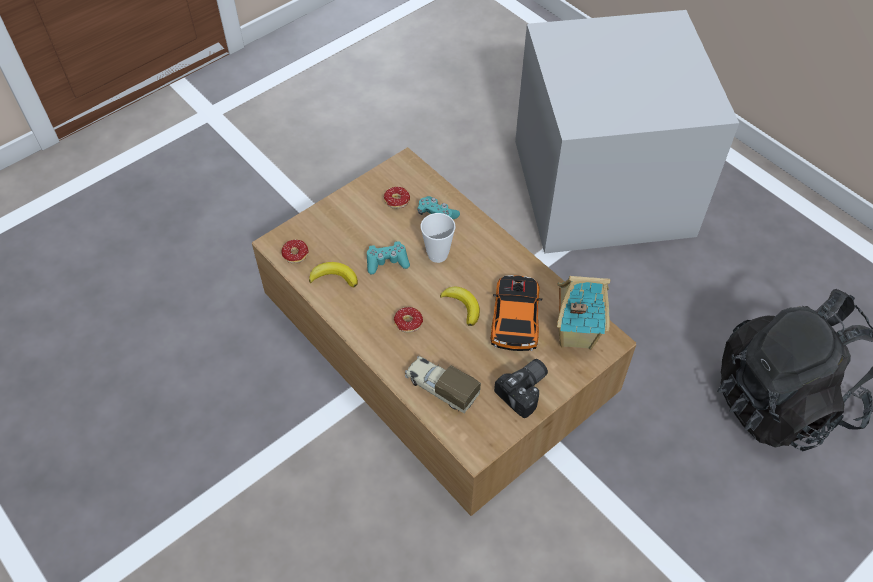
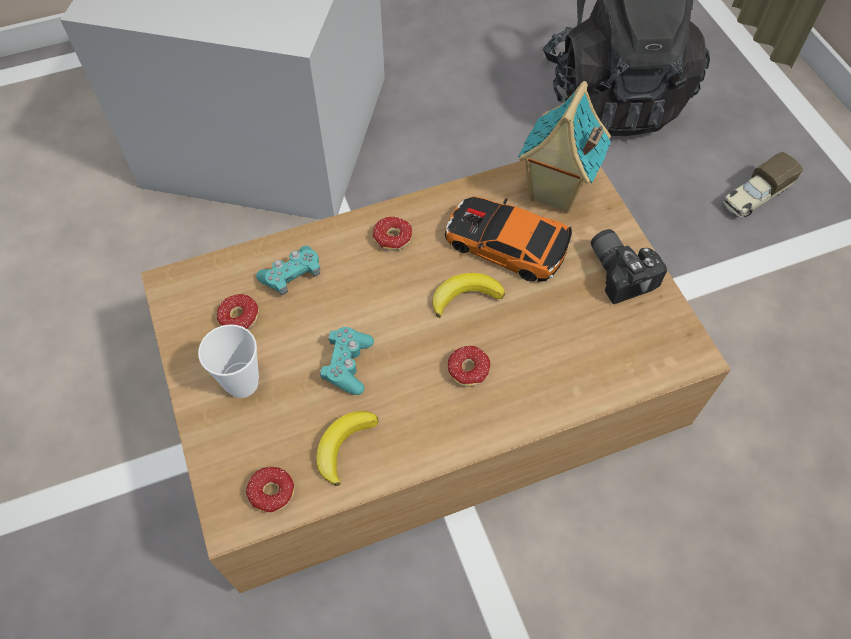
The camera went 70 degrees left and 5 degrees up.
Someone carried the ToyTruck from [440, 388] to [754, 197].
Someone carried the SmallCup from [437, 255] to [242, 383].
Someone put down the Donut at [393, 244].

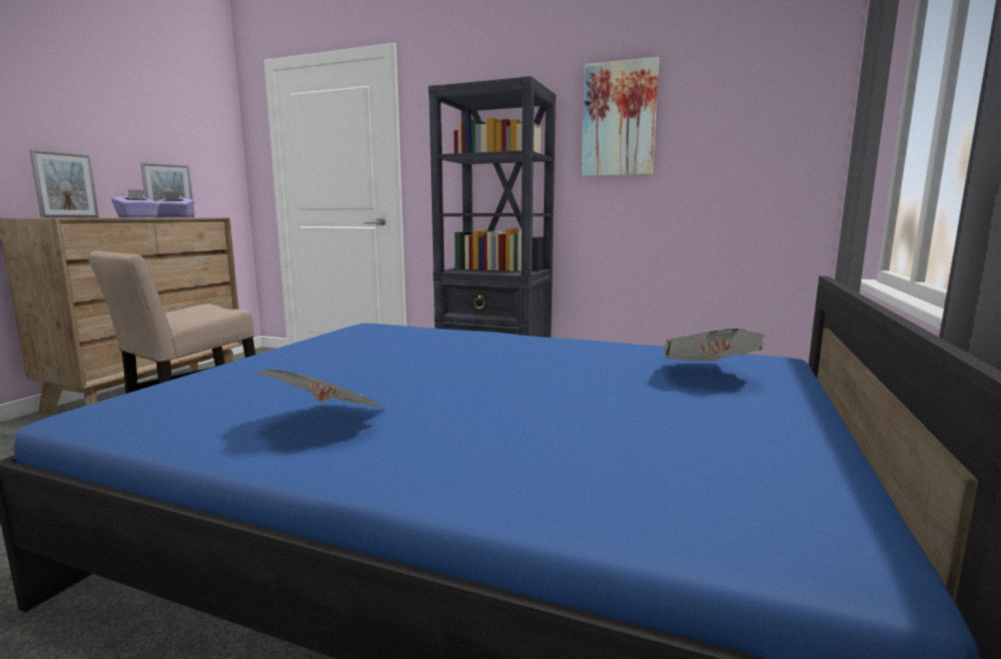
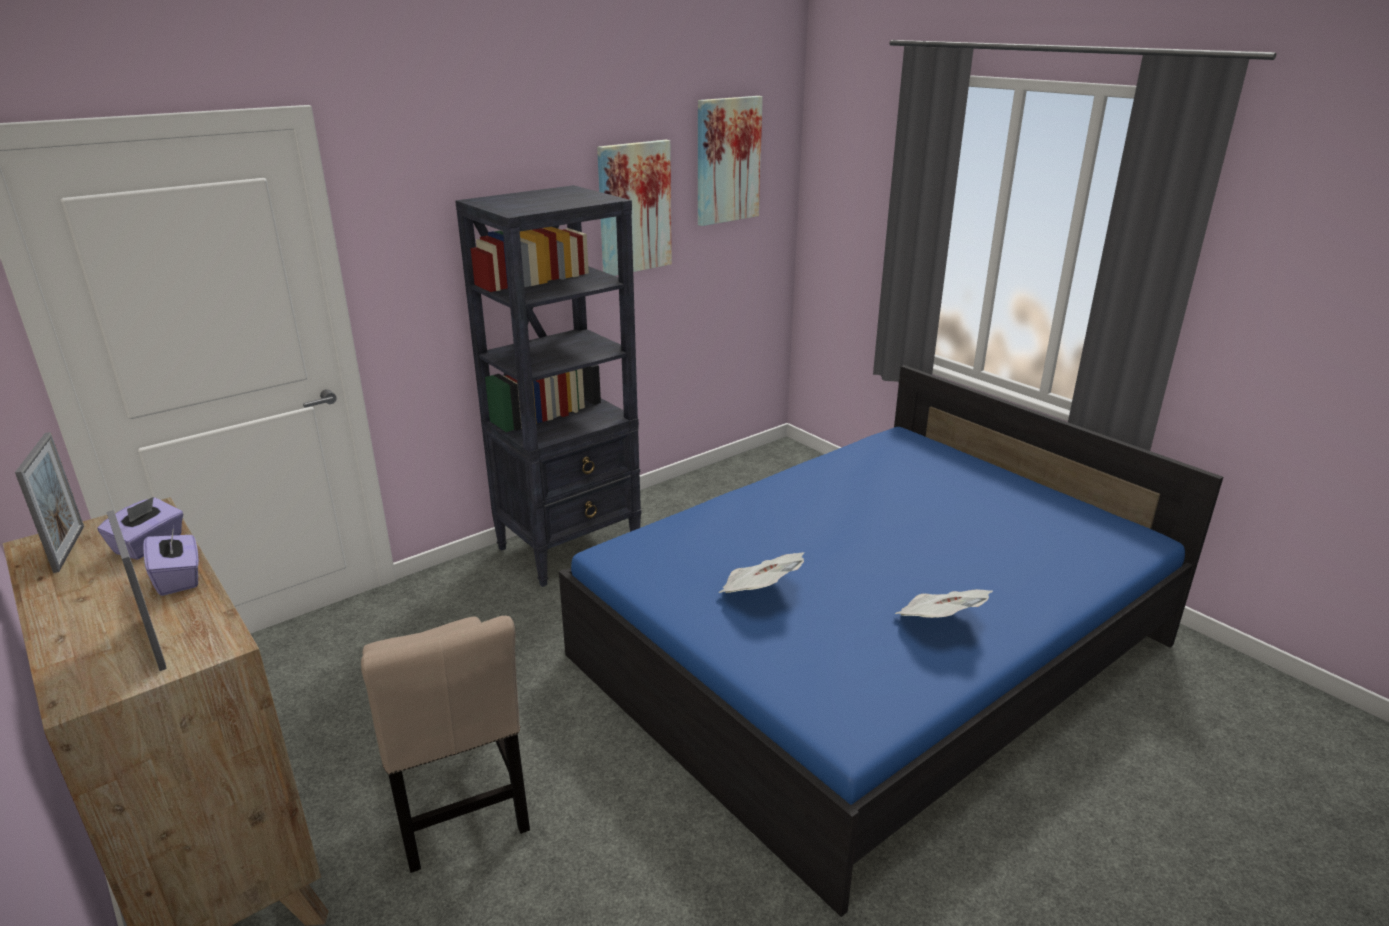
The camera went 60 degrees left and 15 degrees up.
Someone carried the DailyPaper from [709, 373] to [760, 591].
Someone put up the WallPicture at [727, 160].

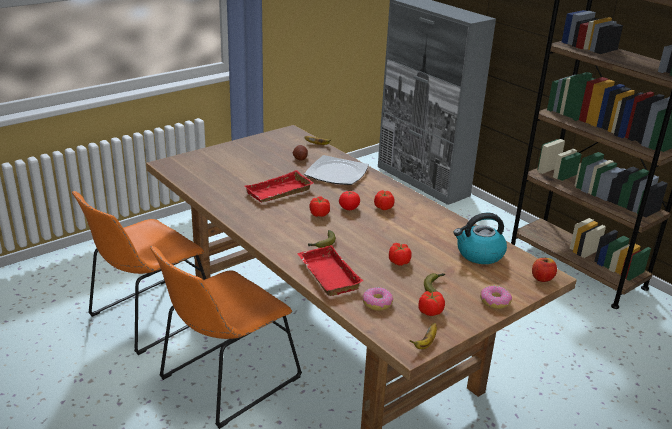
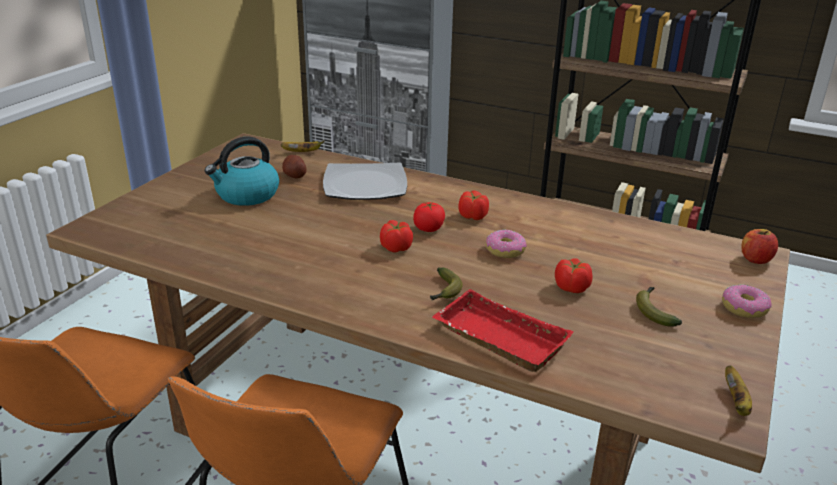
The camera went 25 degrees left and 0 degrees up.
Someone took away the ReddishServingTray at [279, 193].
Someone carried the Donut from [377, 303] to [505, 250].
Someone took away the WholeTomato at [430, 311].
Someone carried the TeaKettle from [479, 254] to [246, 195].

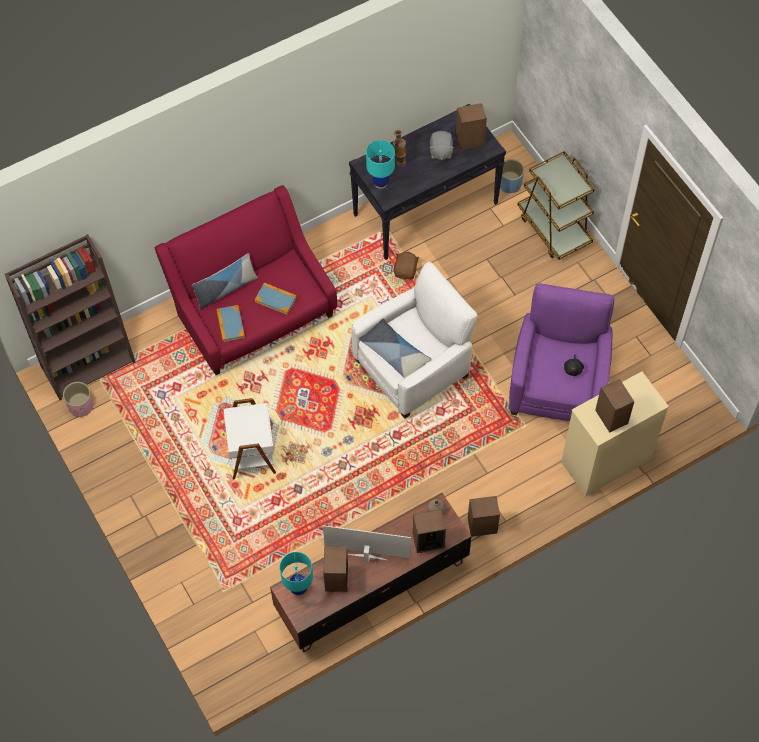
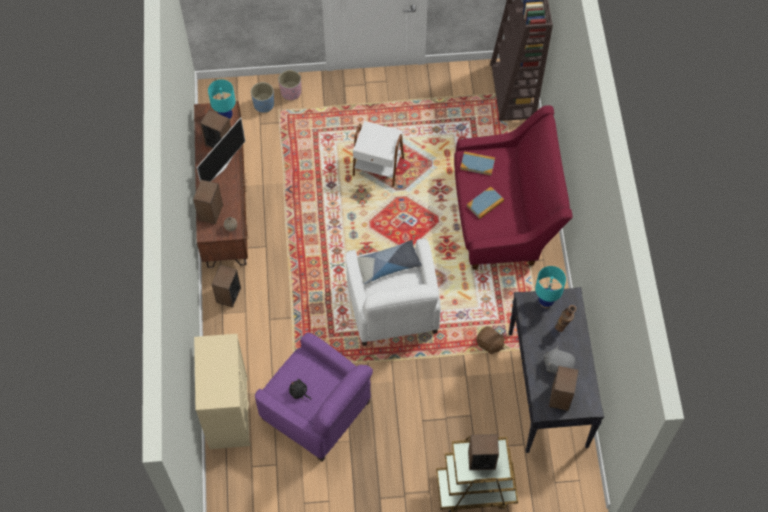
The camera went 115 degrees right and 0 degrees up.
Someone carried the PinkColouredPlantPot from [81, 406] to [290, 92].
Someone took away the Pillow at [225, 290].
Someone carried the BluishPlantPot from [509, 184] to [264, 104].
Someone carried the AudioSpeaker from [611, 417] to [481, 460].

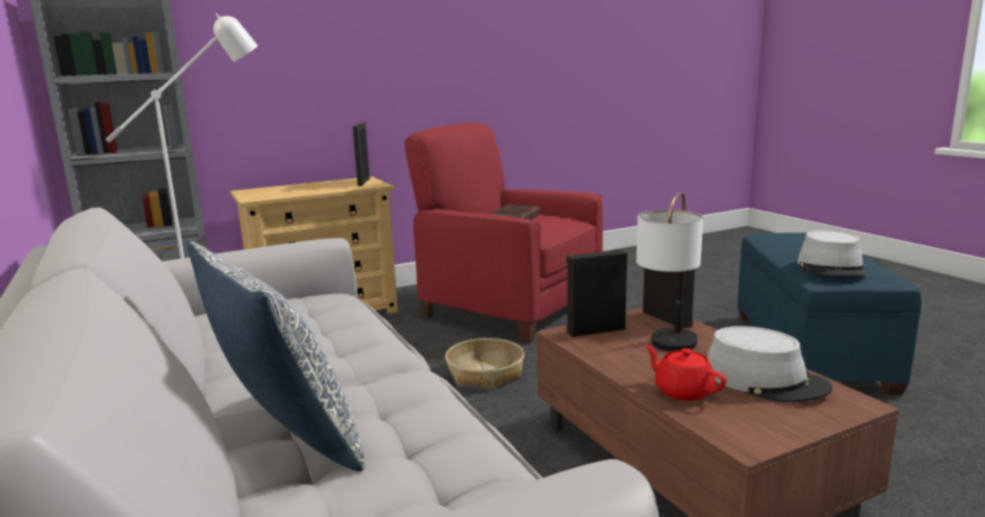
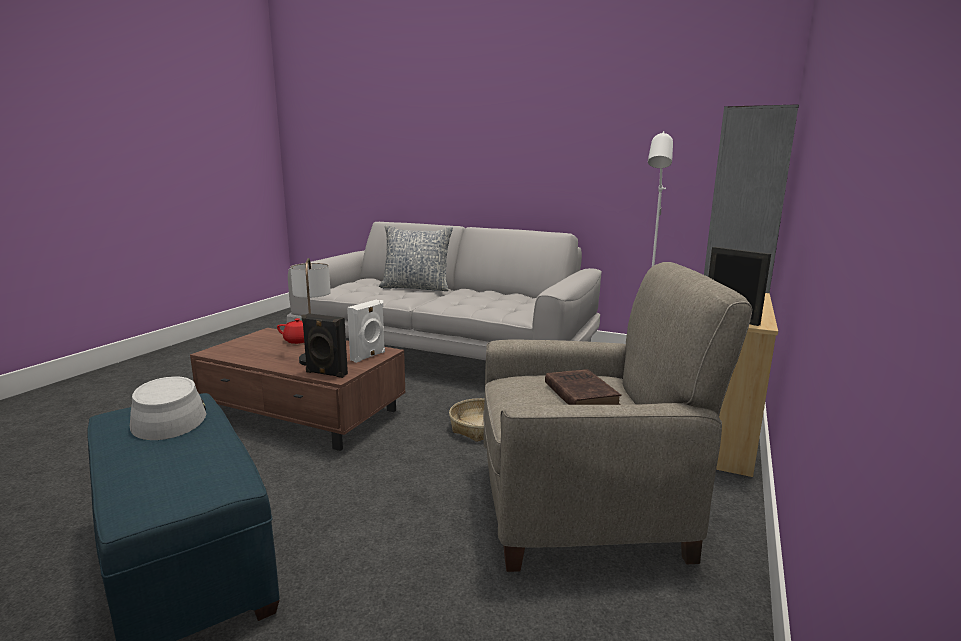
The camera went 140 degrees right and 0 degrees up.
Someone repainted the ReddishLoungeChair at [509, 308], which became the BeigeColouredLoungeChair at [583, 507].
Someone repainted the BlackColouredAudioSpeaker at [595, 330], which became the WhiteColouredAudioSpeaker at [369, 356].
Someone took away the GreyishClothingHat at [765, 380].

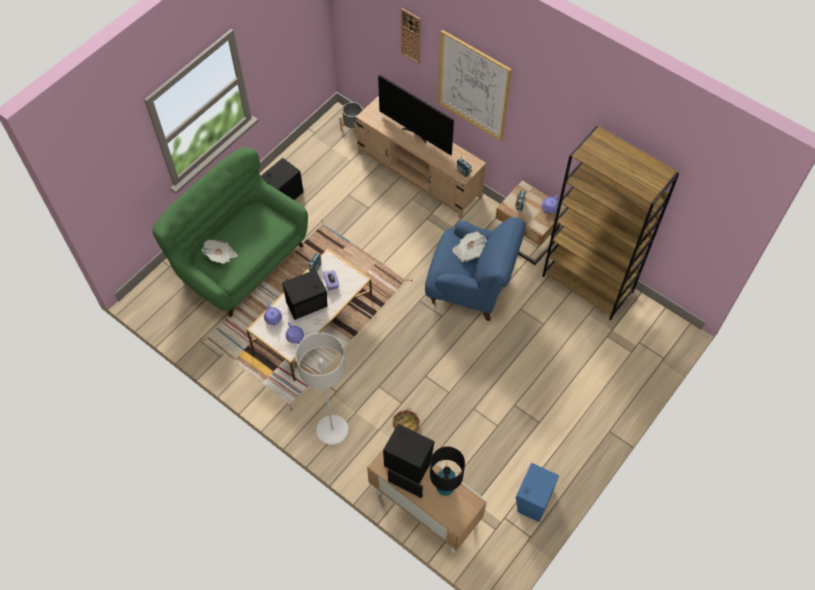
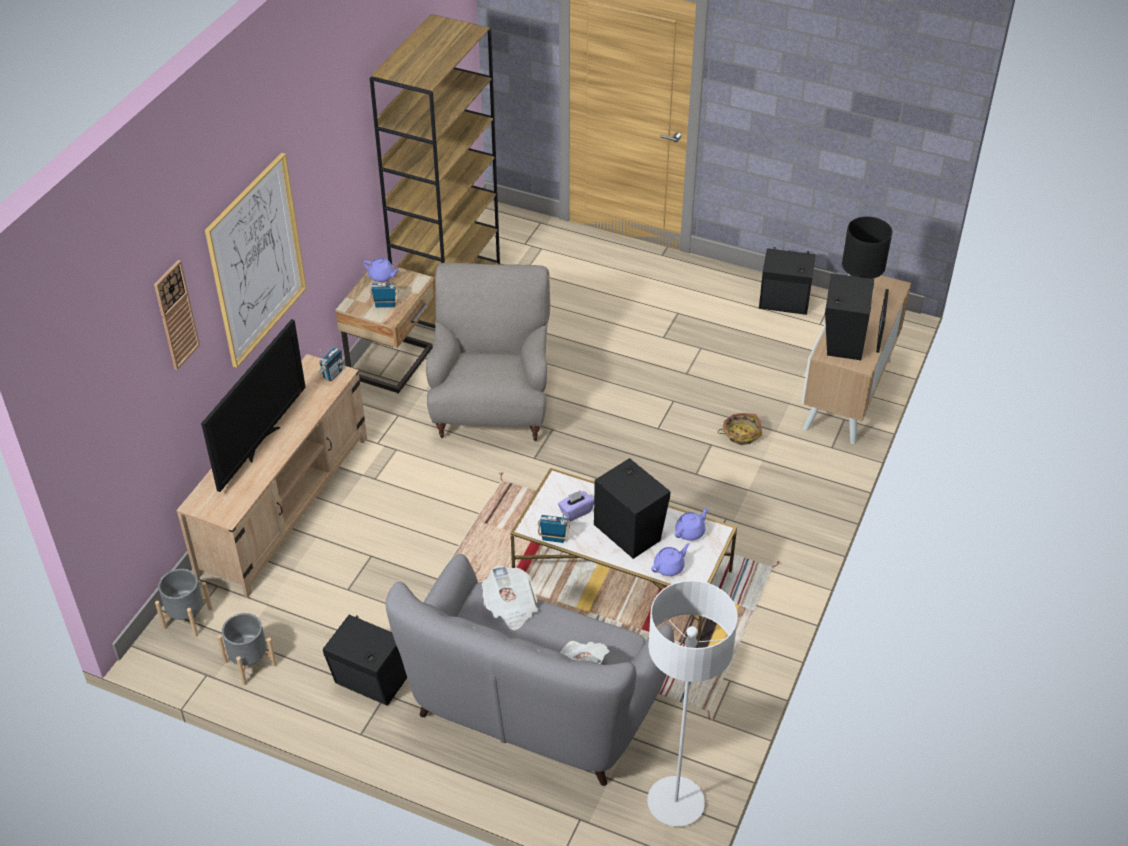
The camera went 105 degrees left and 15 degrees down.
Someone repainted the GreenSettee at [241, 261], which became the GreyishSettee at [533, 706].
Someone carried the GreyishStandingLamp from [332, 430] to [675, 803].
Someone repainted the BluishLoungeChair at [471, 288], which became the GreyishLoungeChair at [492, 407].
Someone carried the DailyPaper from [468, 251] to [510, 607].
Someone repainted the BluishAudioSpeaker at [533, 500], which became the BlackColouredAudioSpeaker at [784, 304].
Someone put down the GreyishPlantPot at [249, 663].

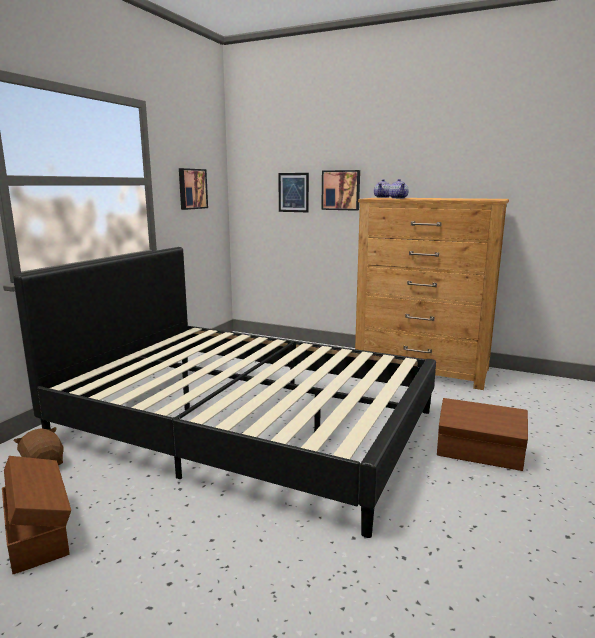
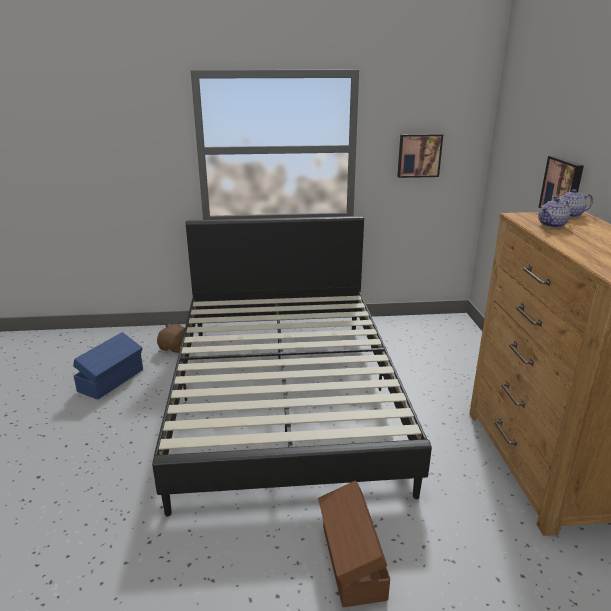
The camera went 60 degrees right and 10 degrees up.
Someone repainted the BrownColouredStorageBox at [38, 531], which became the BluishStorageBox at [112, 380].
Someone took away the WallPicture at [293, 192].

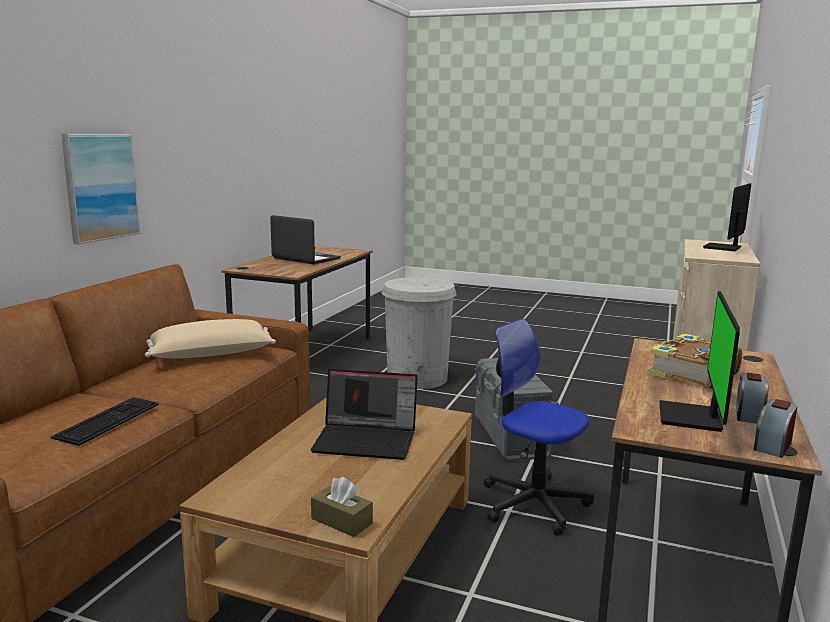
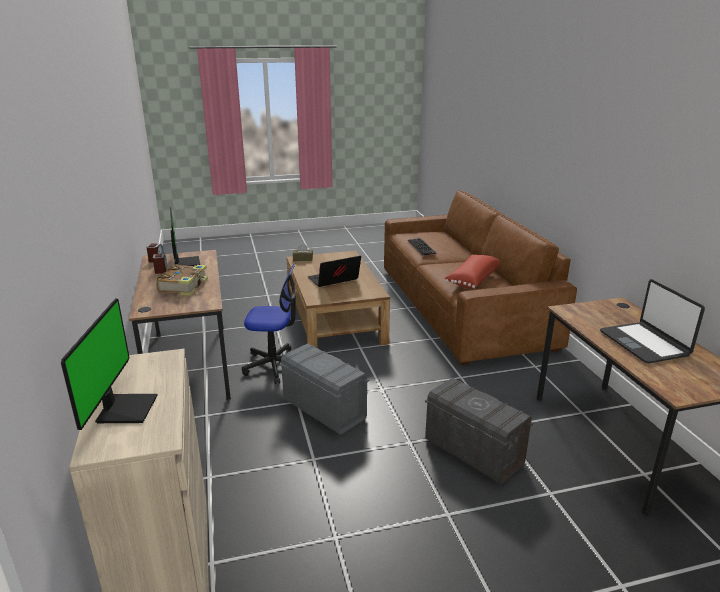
The camera went 145 degrees right and 10 degrees up.
Someone took away the WallPicture at [100, 187].
Someone repainted the BeigeColouredPillow at [211, 356], which became the ReddishPillow at [472, 279].
Someone rotated the Laptop at [305, 259] by 75 degrees clockwise.
Someone swapped the WhiteColouredRubbishBin at [417, 378] for the GreyishStorageBox at [473, 452].

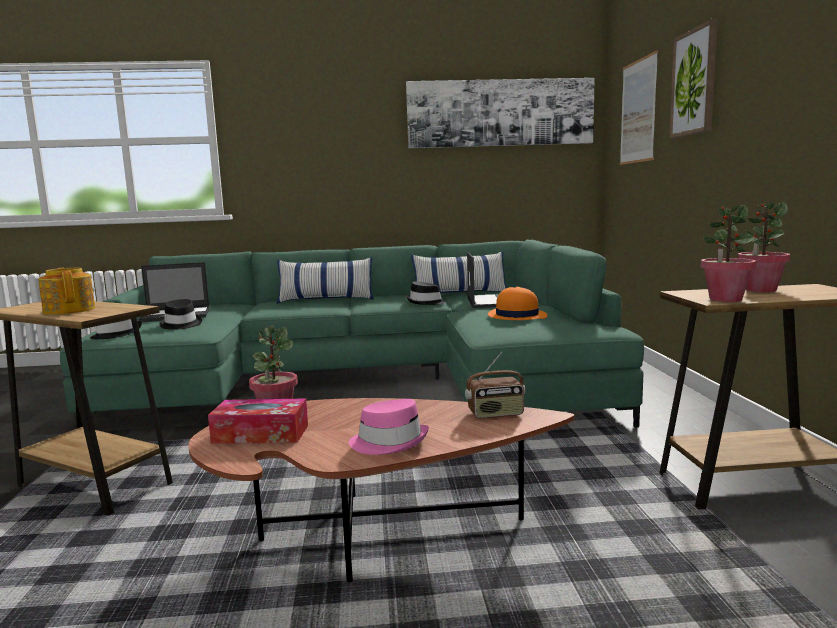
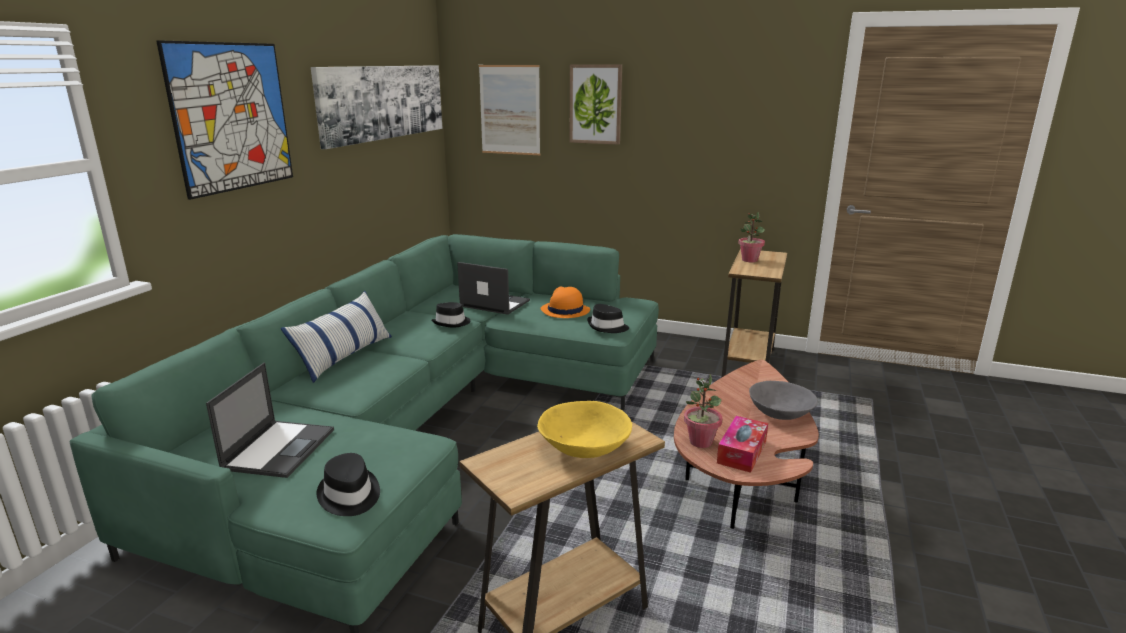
The camera went 65 degrees left and 10 degrees up.
Someone swapped the Teapot at [70, 310] for the YellowColouredServingBowl at [584, 448].
Someone carried the BlackColouredClothingHat from [180, 324] to [607, 327].
Someone swapped the PinkColouredClothingHat at [389, 442] for the GreyishServingBowl at [780, 414].
Someone took away the Pillow at [460, 293].
Someone took away the RadioReceiver at [496, 414].
Someone took away the PottedPlant at [725, 299].
Someone put up the WallPicture at [232, 117].

